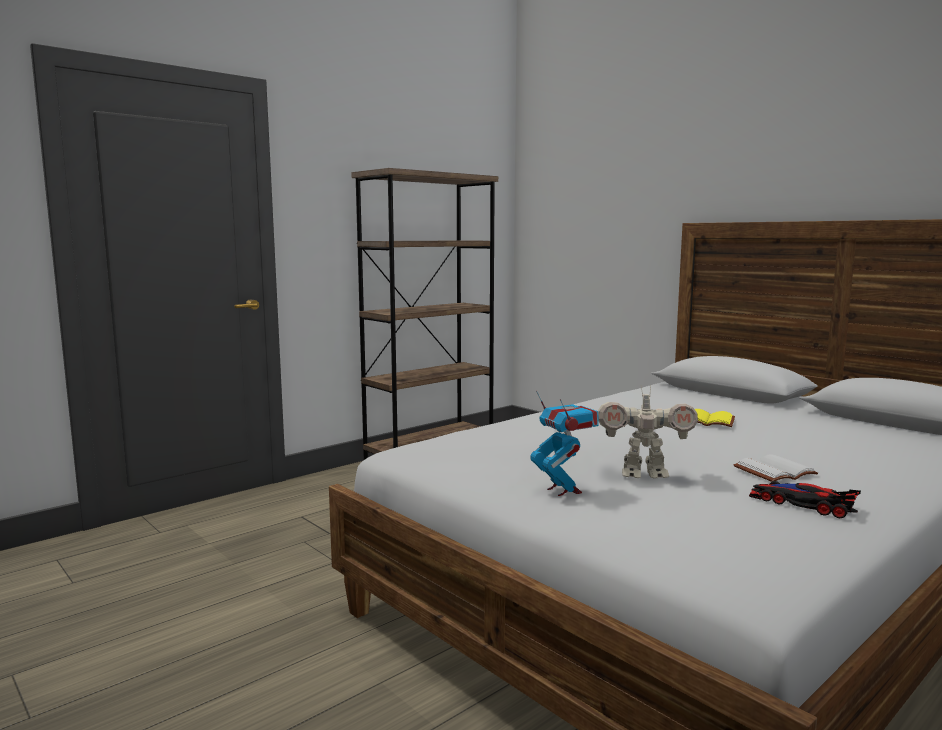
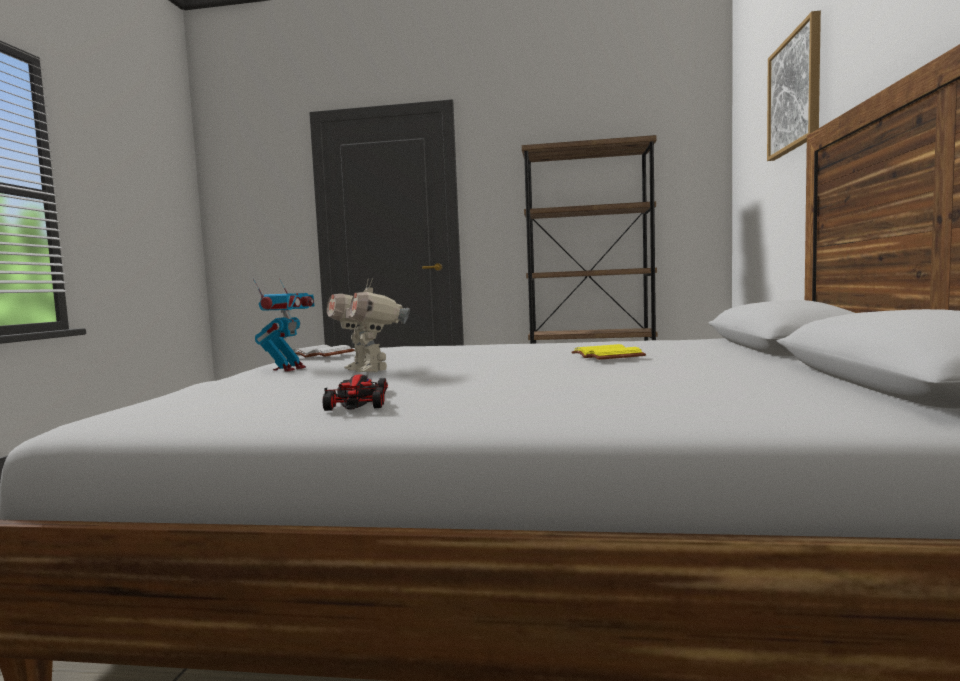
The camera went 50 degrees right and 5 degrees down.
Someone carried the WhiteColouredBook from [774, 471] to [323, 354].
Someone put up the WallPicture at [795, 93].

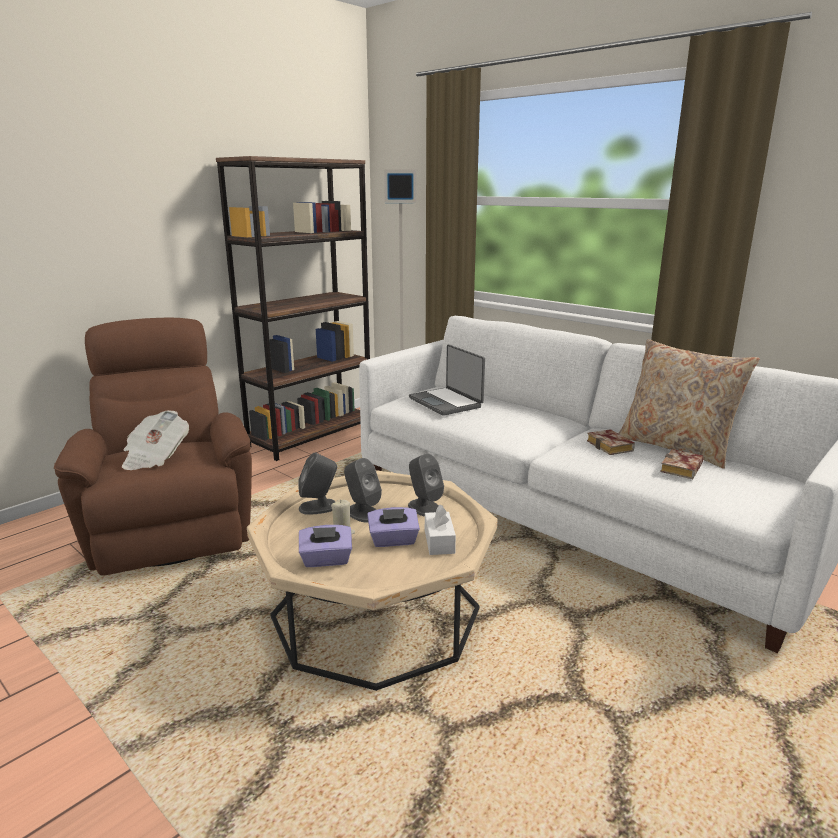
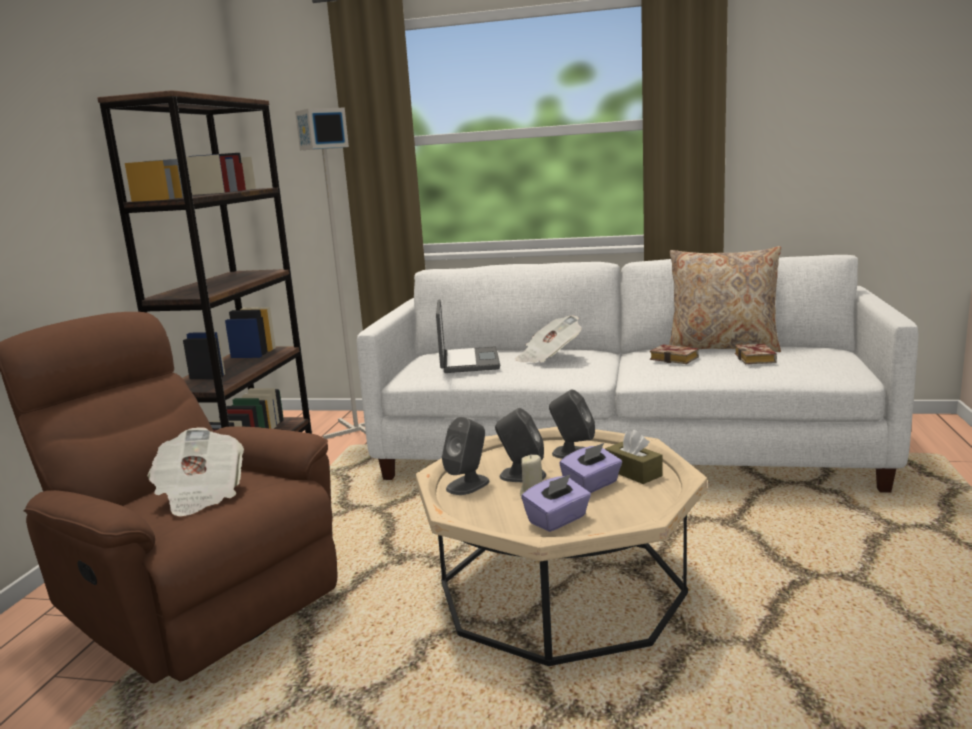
The camera went 30 degrees left and 5 degrees down.
Someone rotated the Laptop at [446, 402] by 120 degrees counterclockwise.
Someone repainted the WhiteColouredBoxOfTissues at [439, 541], which became the BrownColouredBoxOfTissues at [633, 472].
Someone put down the DailyPaper at [548, 357].

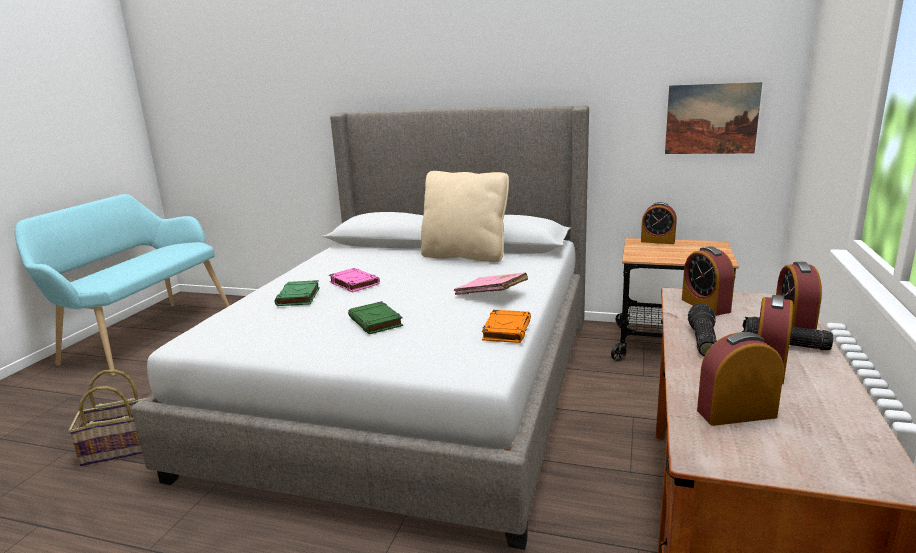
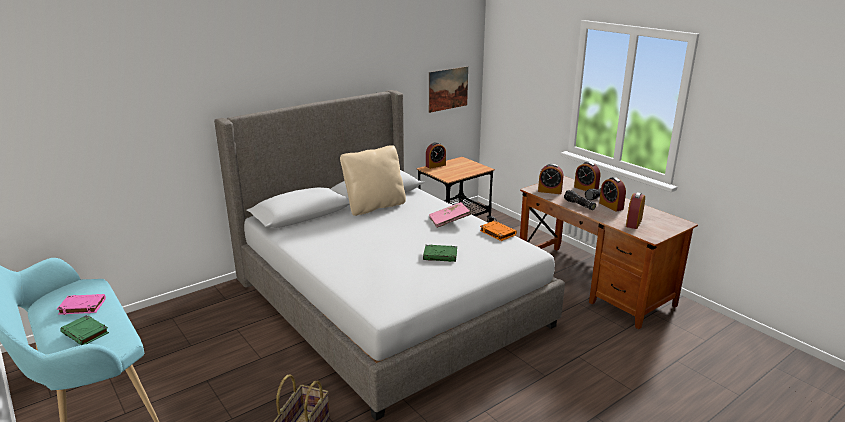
The camera went 55 degrees left and 5 degrees up.
Someone carried the GreenBook from [298, 297] to [86, 333].
Someone carried the PinkColouredBook from [353, 283] to [82, 307].

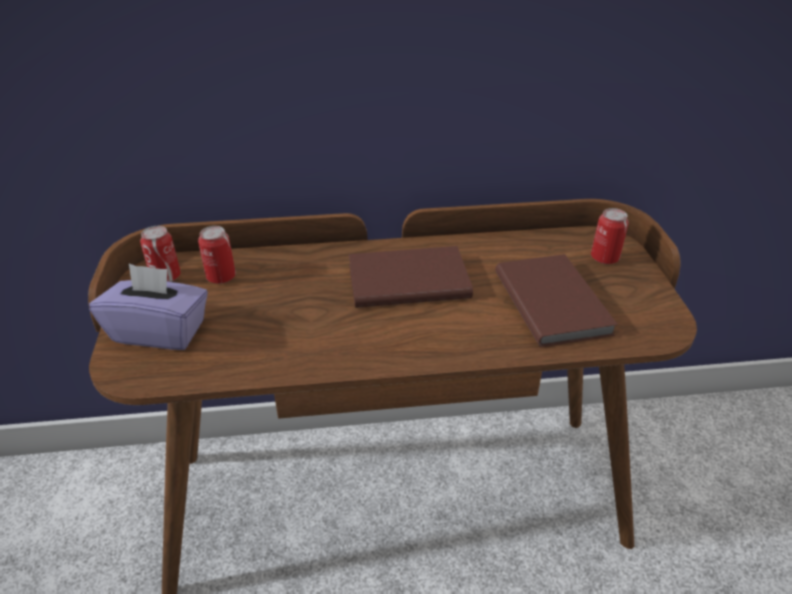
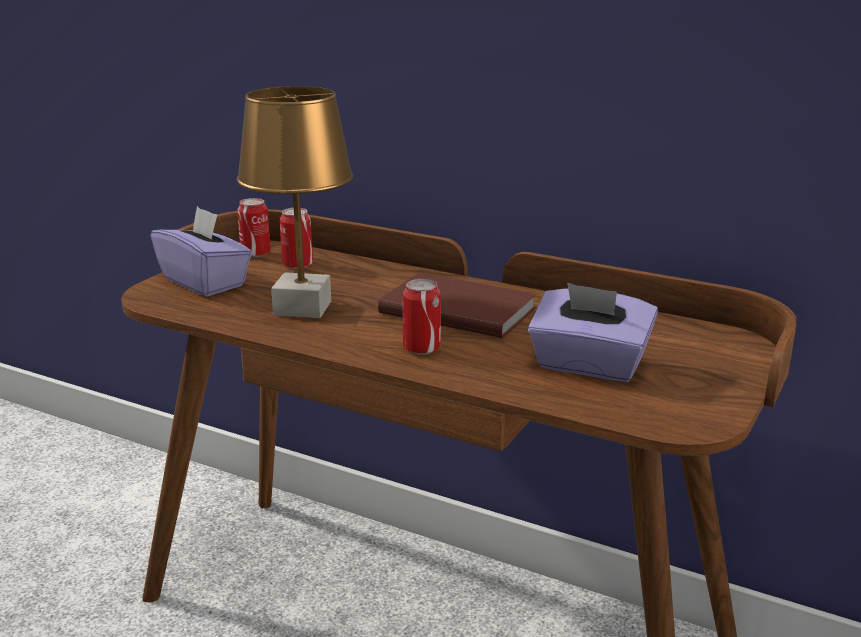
The camera went 35 degrees right and 15 degrees down.
Someone swapped the BrownColouredBook at [553, 301] for the PurpleBoxOfTissues at [589, 366].
Someone carried the SealedCan from [604, 258] to [421, 348].
Someone put down the BrownColouredTabletopLamp at [301, 308].

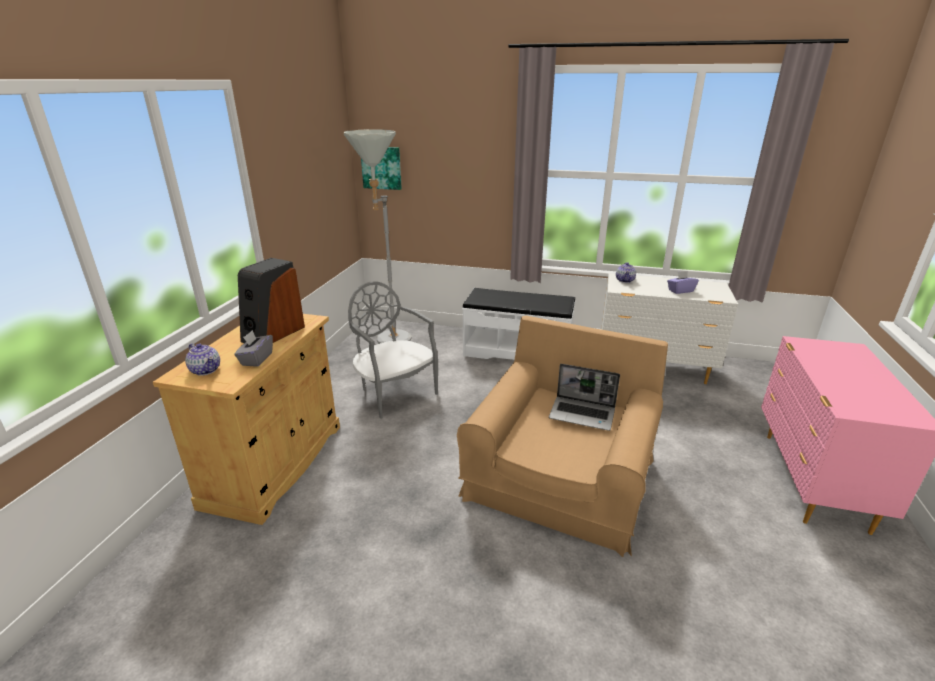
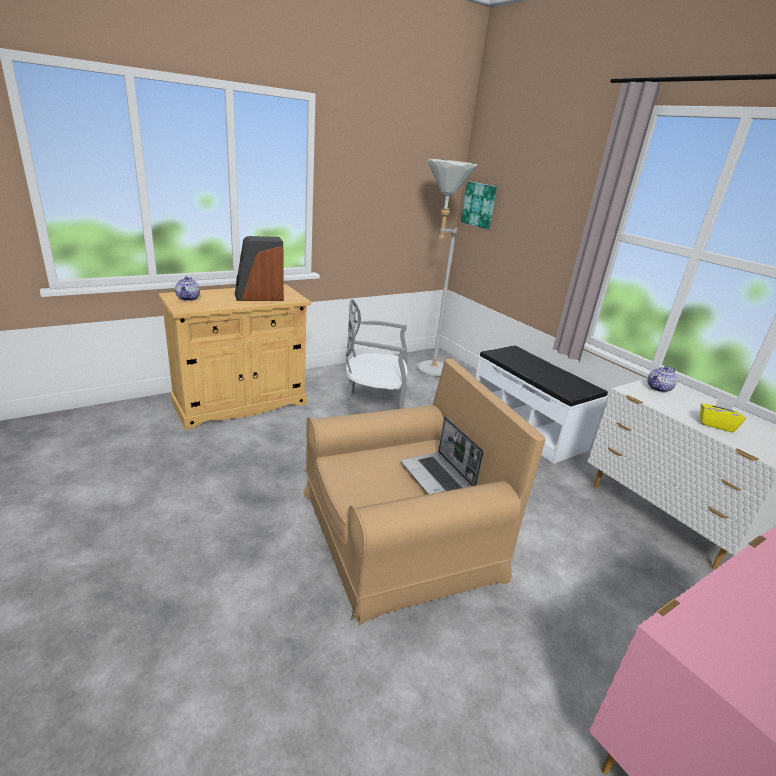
The camera went 40 degrees right and 0 degrees up.
Someone took away the GreyishBoxOfTissues at [256, 359].
Someone rotated the GreyishPlainChair at [394, 393] by 90 degrees counterclockwise.
Someone repainted the PurpleBoxOfTissues at [680, 291], which became the YellowColouredBoxOfTissues at [716, 425].

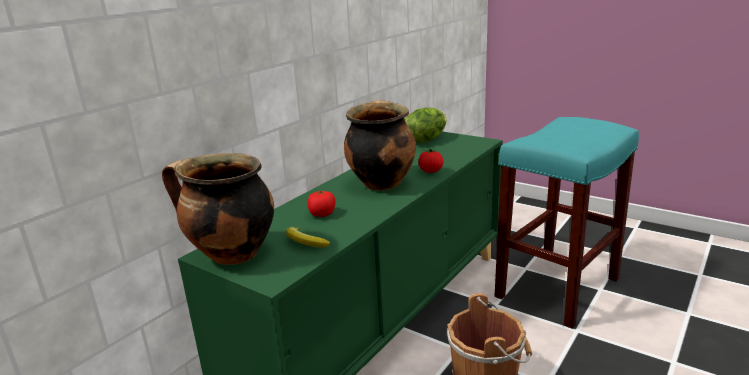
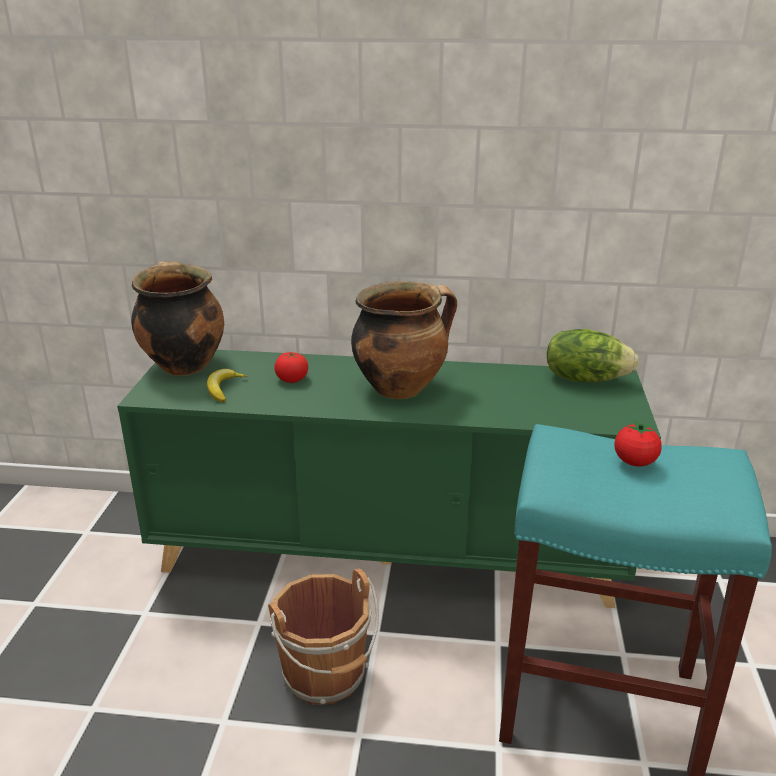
The camera went 60 degrees right and 5 degrees up.
Someone carried the WholeTomato from [431, 172] to [634, 462].

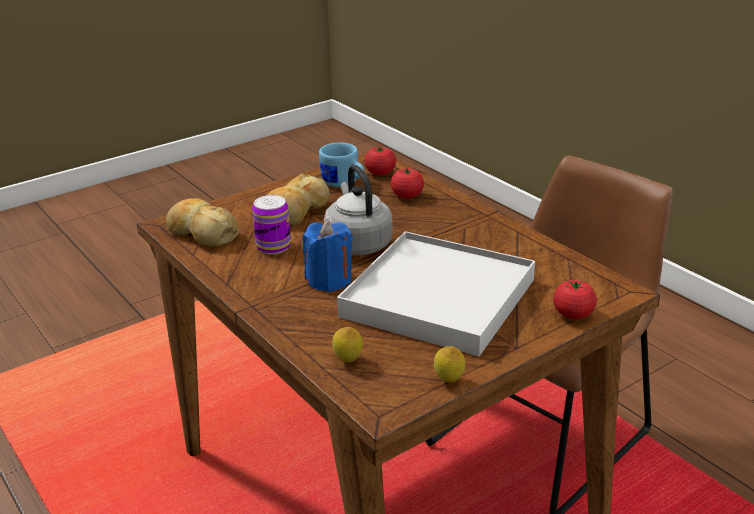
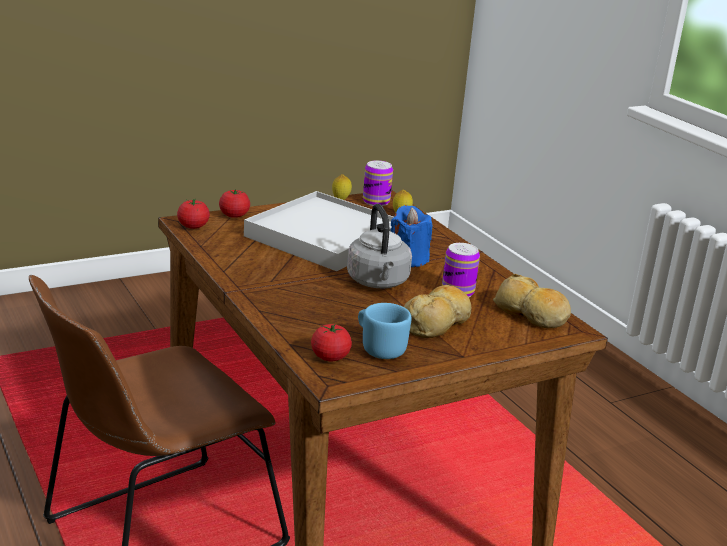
The camera went 175 degrees left and 5 degrees down.
Someone carried the WholeTomato from [407, 195] to [193, 226].
Someone put down the SealedCan at [376, 202].

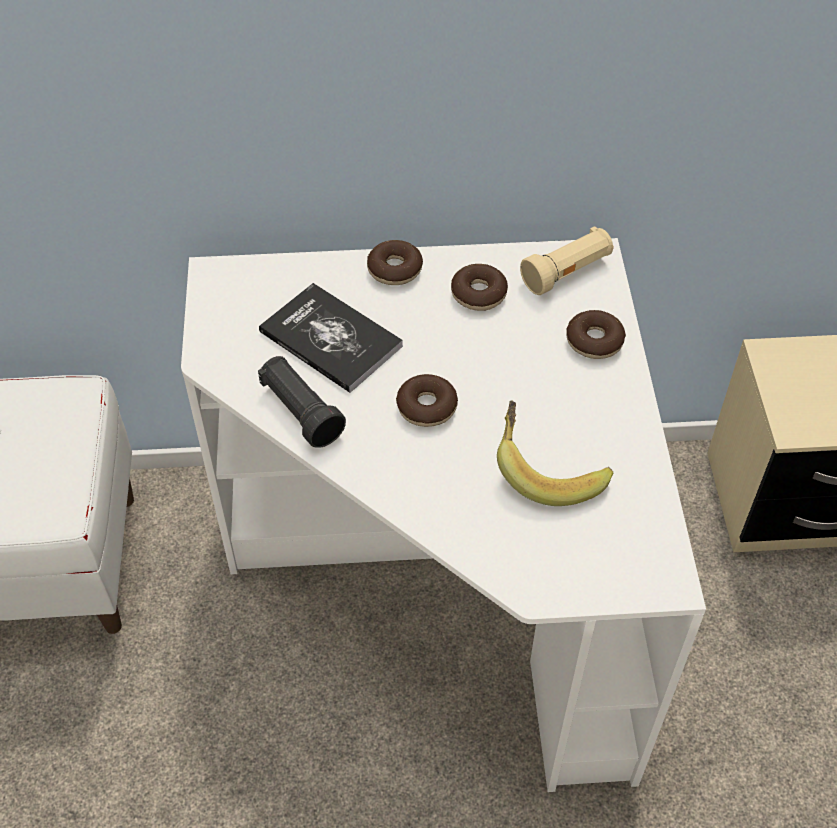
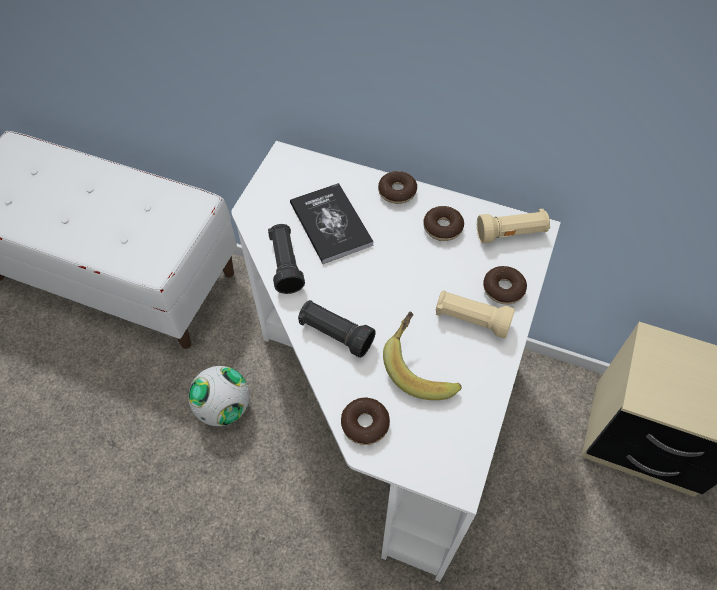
The camera went 25 degrees right and 5 degrees up.
Someone carried the Donut from [427, 407] to [365, 424].
Someone put down the Football at [224, 408].
Someone put down the BlackColouredFlashlight at [335, 334].
Someone put down the BeigeColouredFlashlight at [471, 320].

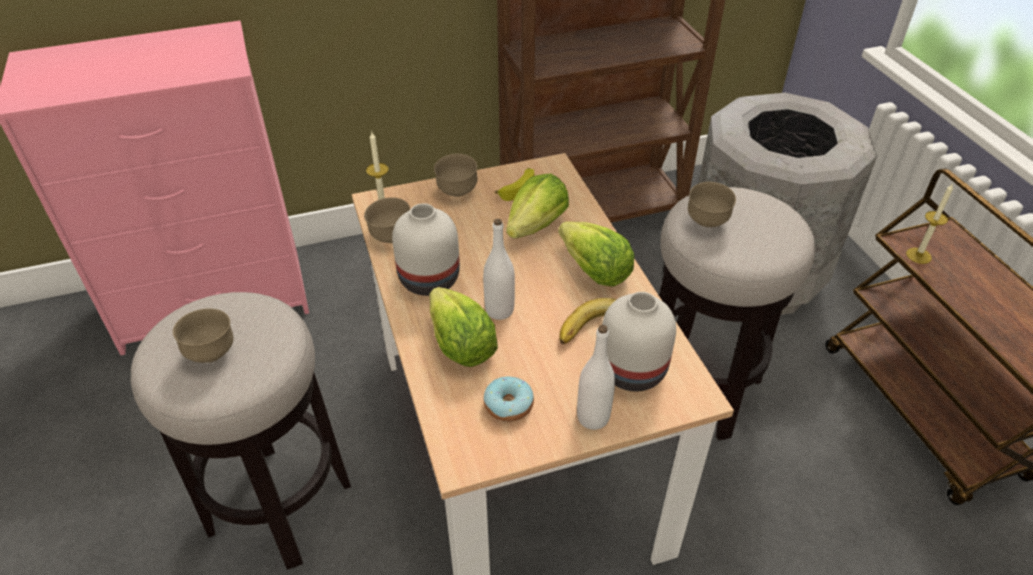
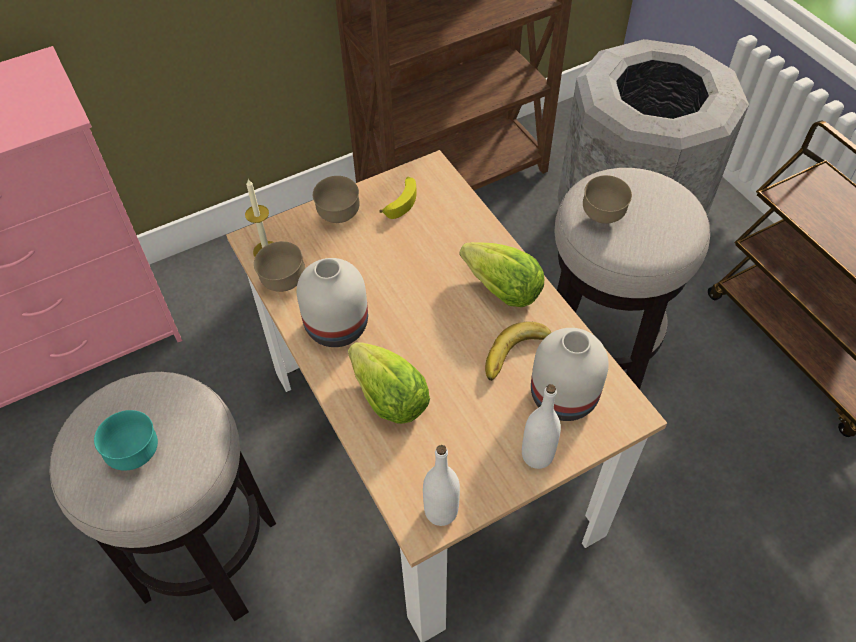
The camera went 10 degrees left and 10 degrees up.
Someone repainted the BrownColouredServingBowl at [212, 353], which became the BlueGreenServingBowl at [136, 454].
Someone carried the WhiteColouredDrinkBottle from [499, 310] to [441, 511].
Someone took away the Donut at [508, 405].
Someone took away the LettuceHead at [537, 226].
Someone took away the Candle at [918, 255].

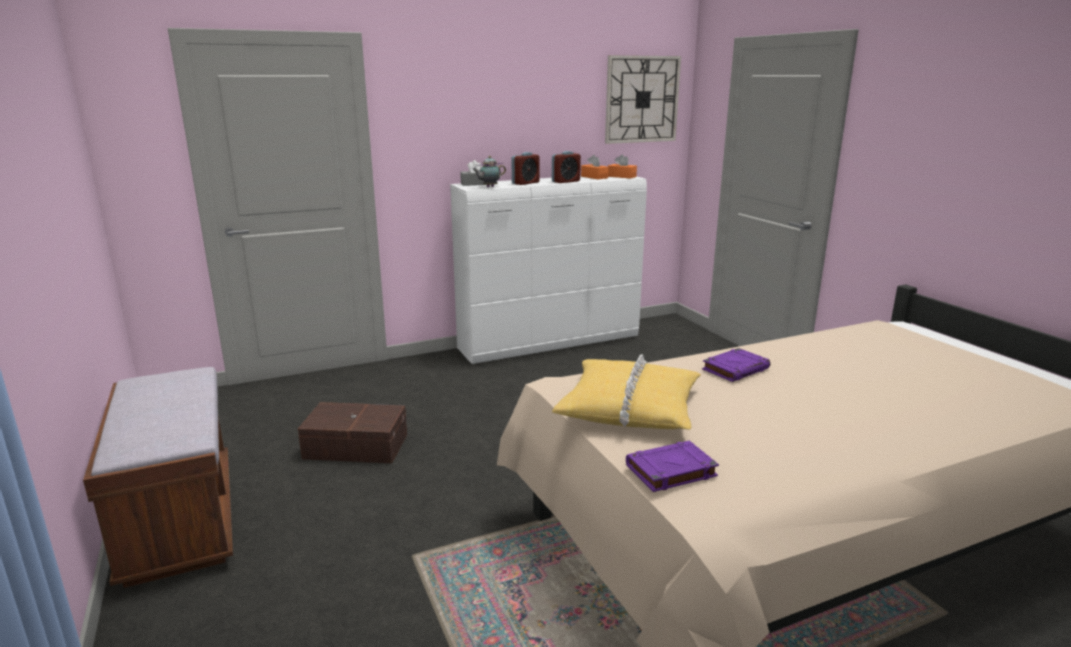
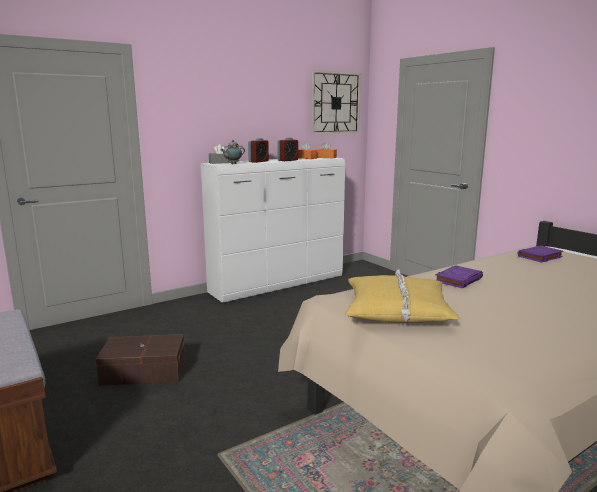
The camera went 10 degrees left and 5 degrees down.
Someone carried the PurpleBook from [670, 471] to [539, 257].

